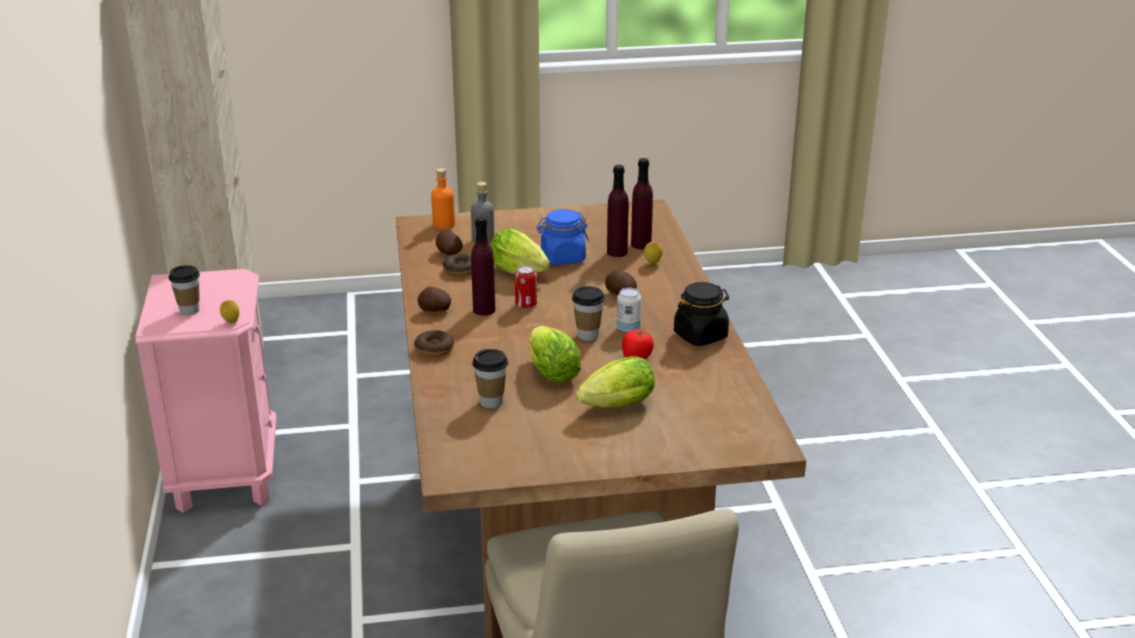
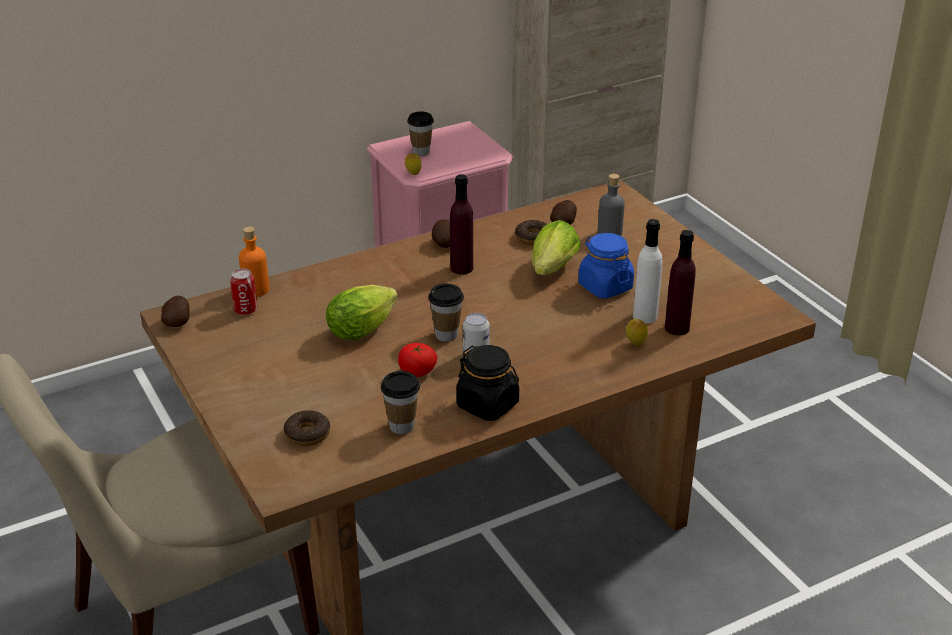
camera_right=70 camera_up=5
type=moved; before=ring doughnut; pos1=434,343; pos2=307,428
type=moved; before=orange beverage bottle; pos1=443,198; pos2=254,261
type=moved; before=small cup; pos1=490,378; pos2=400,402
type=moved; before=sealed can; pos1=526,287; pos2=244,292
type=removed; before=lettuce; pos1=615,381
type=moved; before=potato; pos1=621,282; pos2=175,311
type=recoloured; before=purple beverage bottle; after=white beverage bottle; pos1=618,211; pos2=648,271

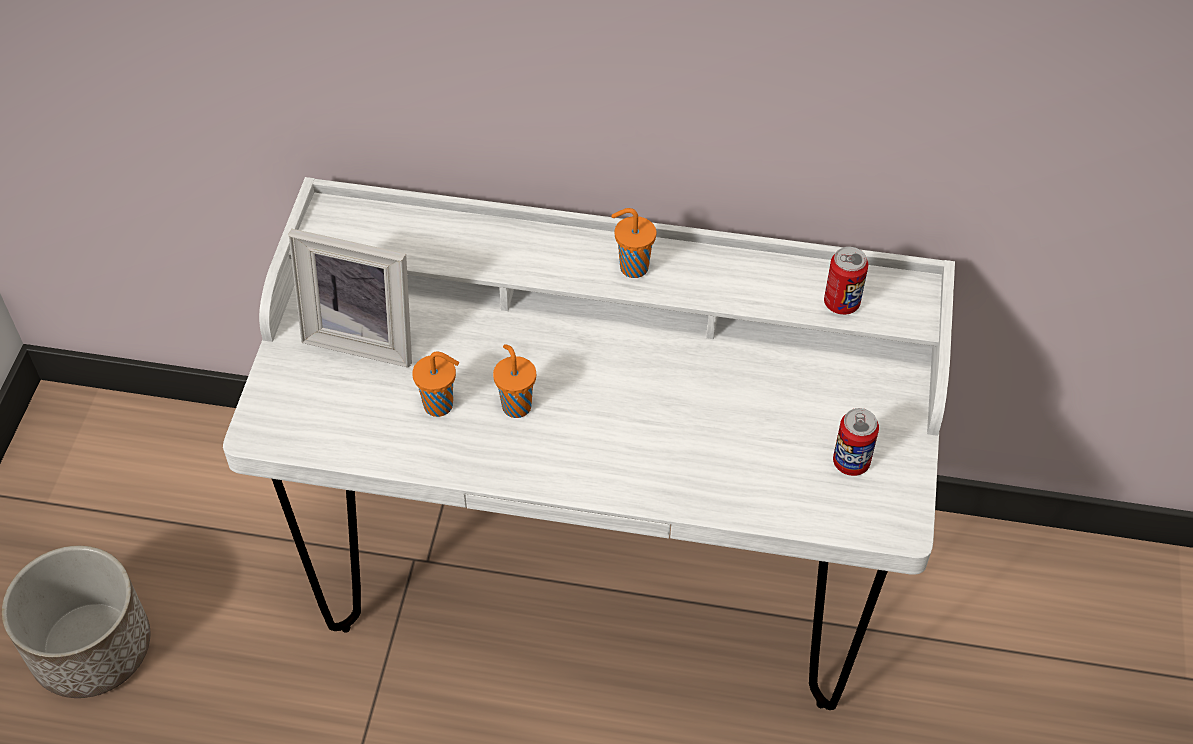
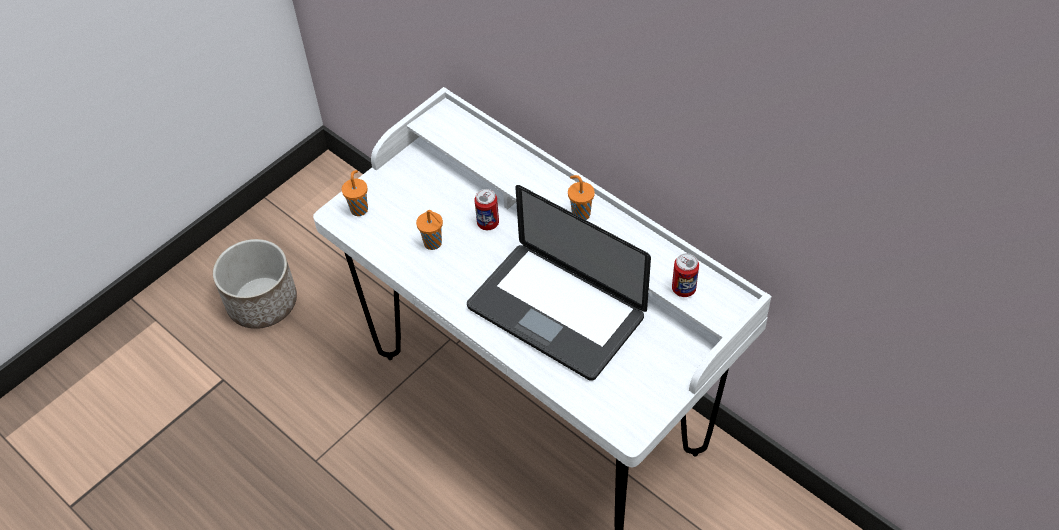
camera_right=35 camera_up=0
type=removed; before=picture frame; pos1=350,298
type=moved; before=orange small cup; pos1=514,381; pos2=355,193
type=moved; before=sealed can; pos1=856,442; pos2=486,209
type=added; after=laptop; pos2=559,283

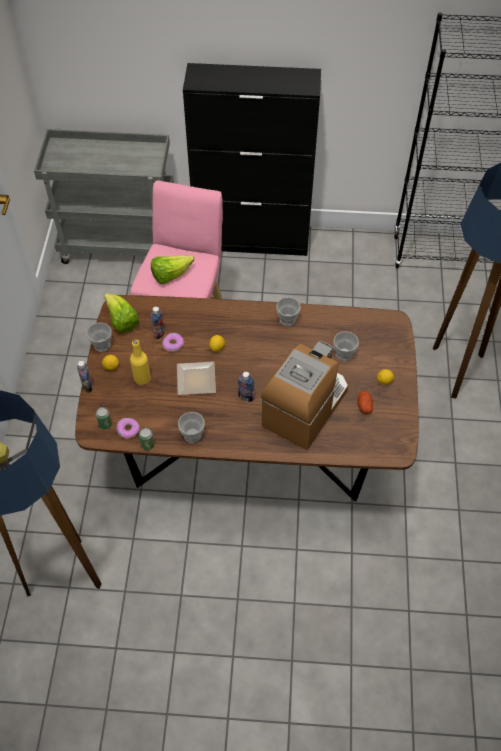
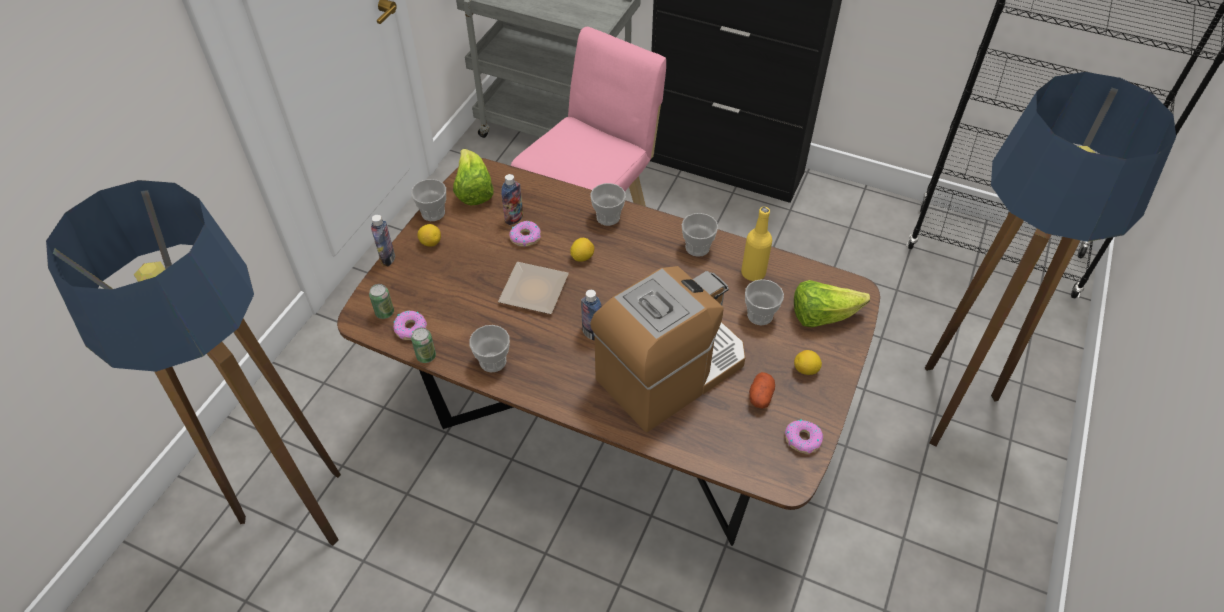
camera_right=20 camera_up=-5
type=moved; before=yellow-coloured beverage bottle; pos1=140,362; pos2=756,244
type=moved; before=lettuce; pos1=172,270; pos2=832,303
type=added; after=small cup; pos2=608,204
type=added; after=ring doughnut; pos2=804,436

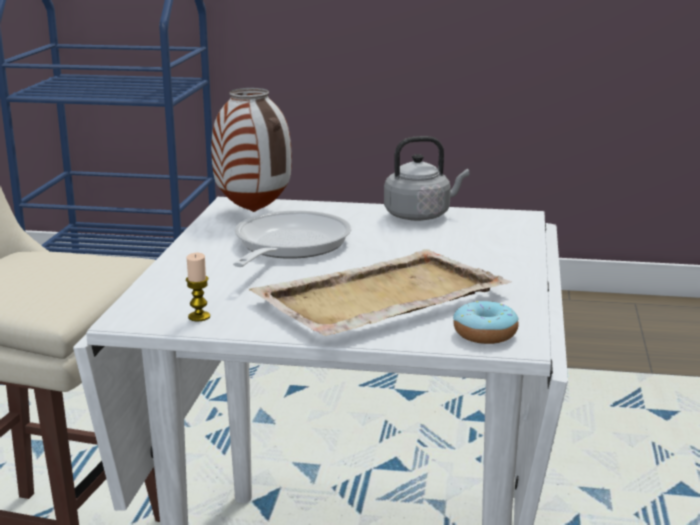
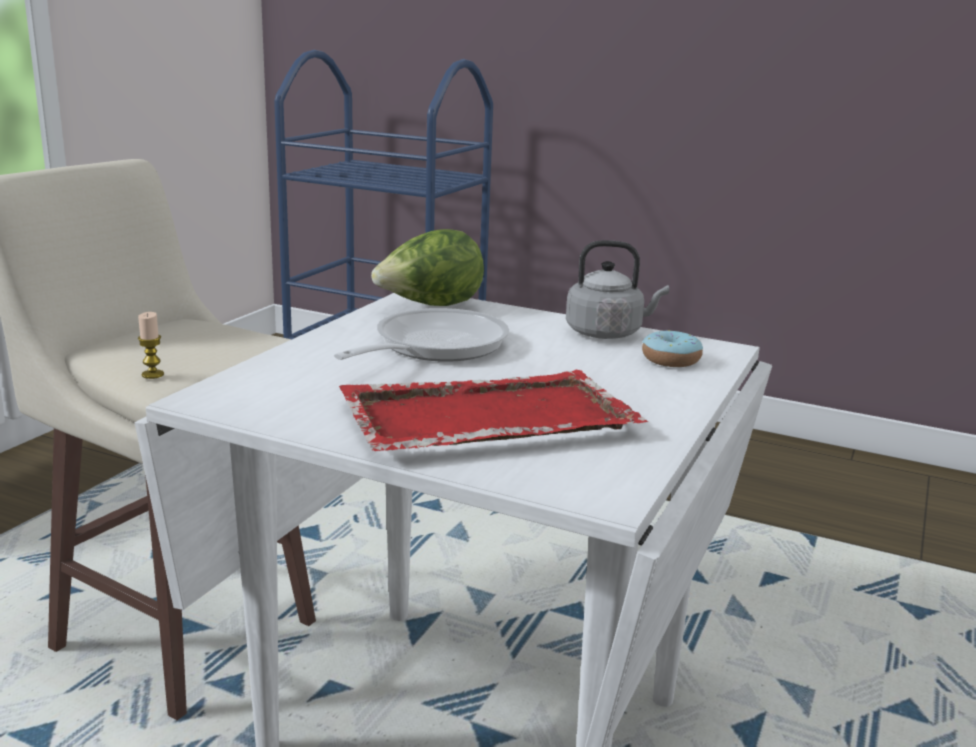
camera_right=15 camera_up=0
type=moved; before=wax candle; pos1=198,287; pos2=151,345
type=replaced; before=vase; after=lettuce; pos1=251,150; pos2=427,267
type=recoloured; before=beige tray; after=reddish tray; pos1=380,292; pos2=493,410
type=moved; before=ring doughnut; pos1=485,322; pos2=672,348

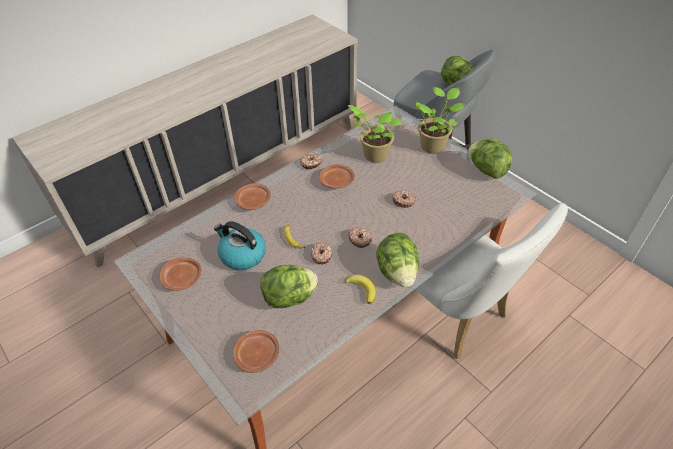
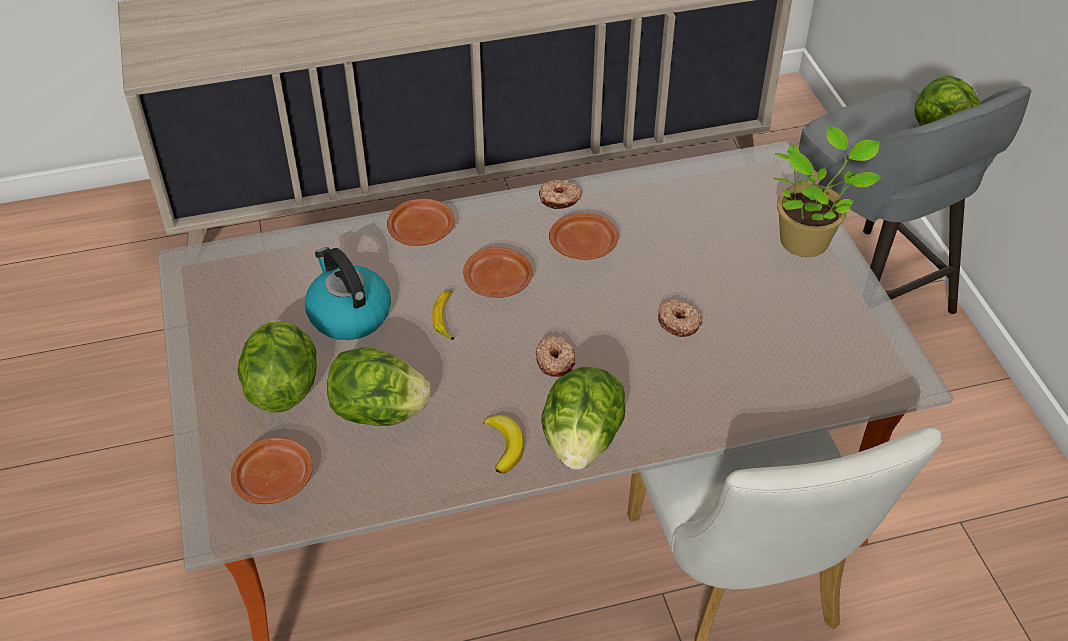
camera_right=25 camera_up=0
type=moved; before=brown dinner plate; pos1=180,274; pos2=498,272
type=removed; before=ring doughnut; pos1=321,253
type=removed; before=plant in a pot; pos1=374,134
type=moved; before=lettuce; pos1=490,158; pos2=277,366

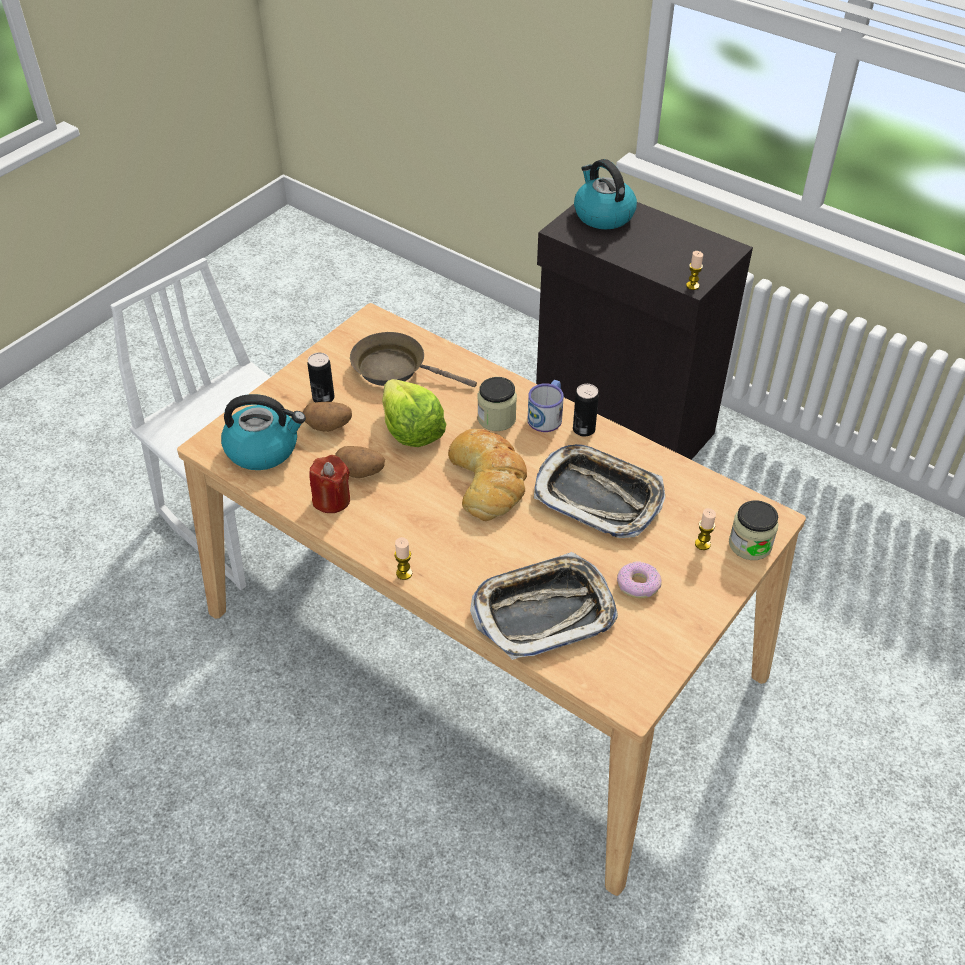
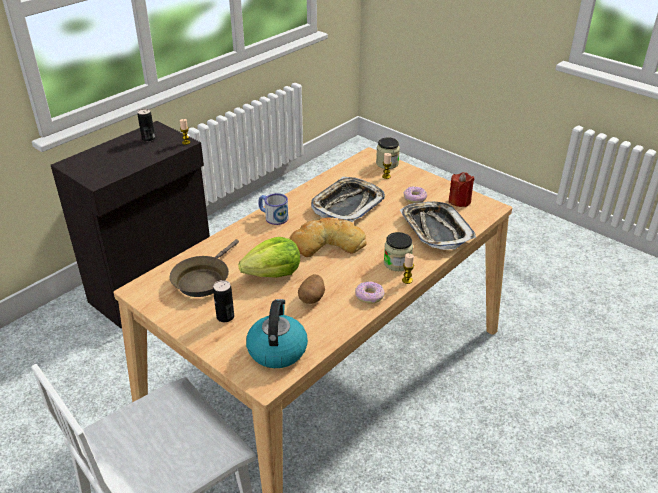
camera_right=-85 camera_up=-10
type=removed; before=potato; pos1=327,417
type=moved; before=reddish wax candle; pos1=329,484; pos2=462,189
type=moved; before=storage jar; pos1=497,404; pos2=398,251
type=moved; before=sealed can; pos1=586,410; pos2=146,125
type=removed; before=tea kettle; pos1=605,194
type=added; after=ring doughnut; pos2=369,292

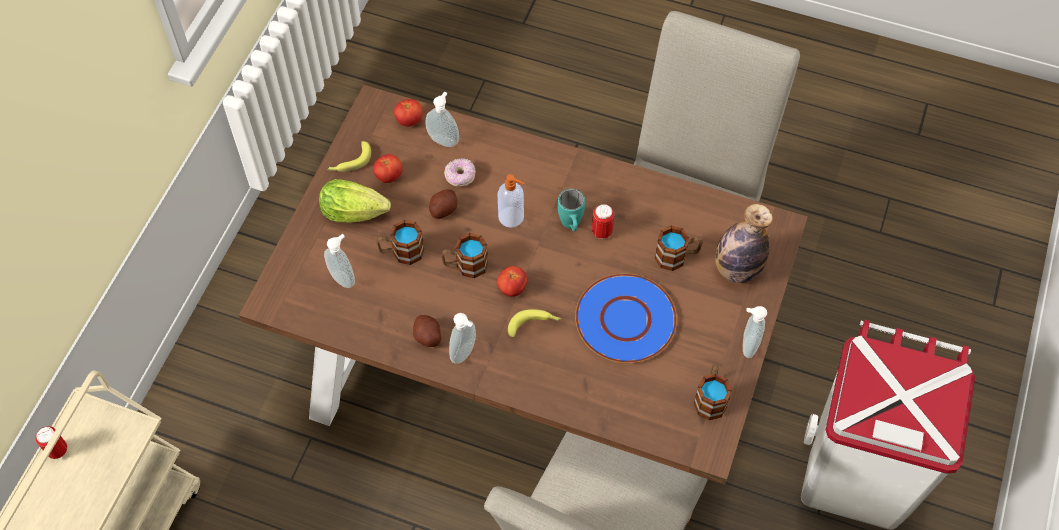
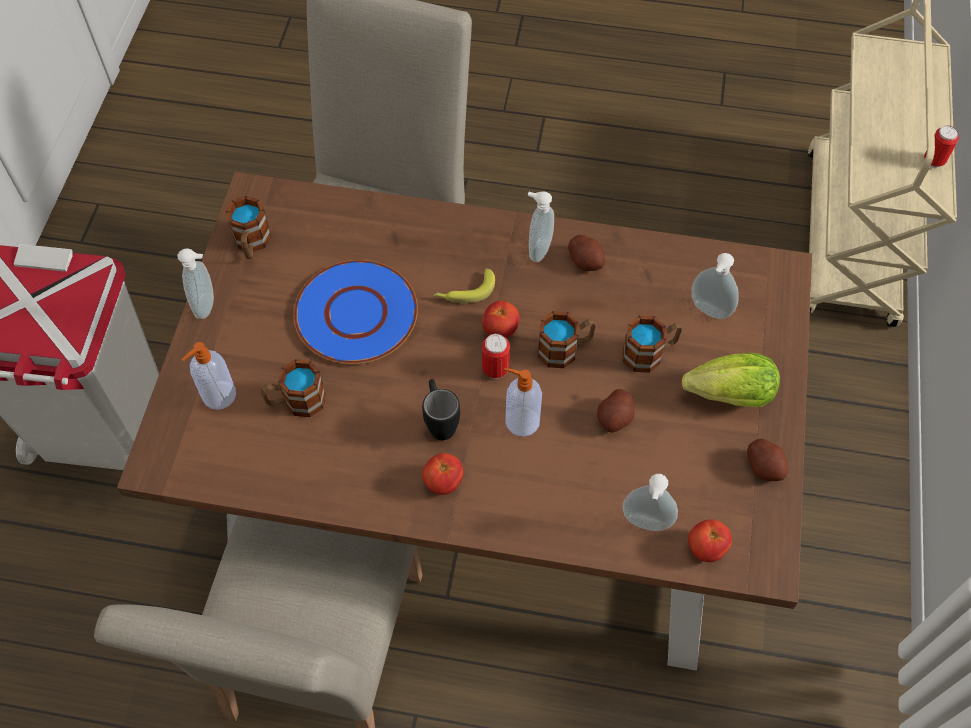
camera_right=170 camera_up=0
type=replaced; before=banana fruit; after=potato; pos1=349,156; pos2=767,460
type=moved; before=whole tomato; pos1=388,168; pos2=443,474
type=removed; before=ring doughnut; pos1=460,172
type=recoloured; before=blue-green coffee mug; after=black coffee mug; pos1=571,210; pos2=441,409
type=moved; before=sealed can; pos1=603,221; pos2=496,356
type=replaced; before=beverage bottle; after=soap bottle; pos1=744,243; pos2=208,376

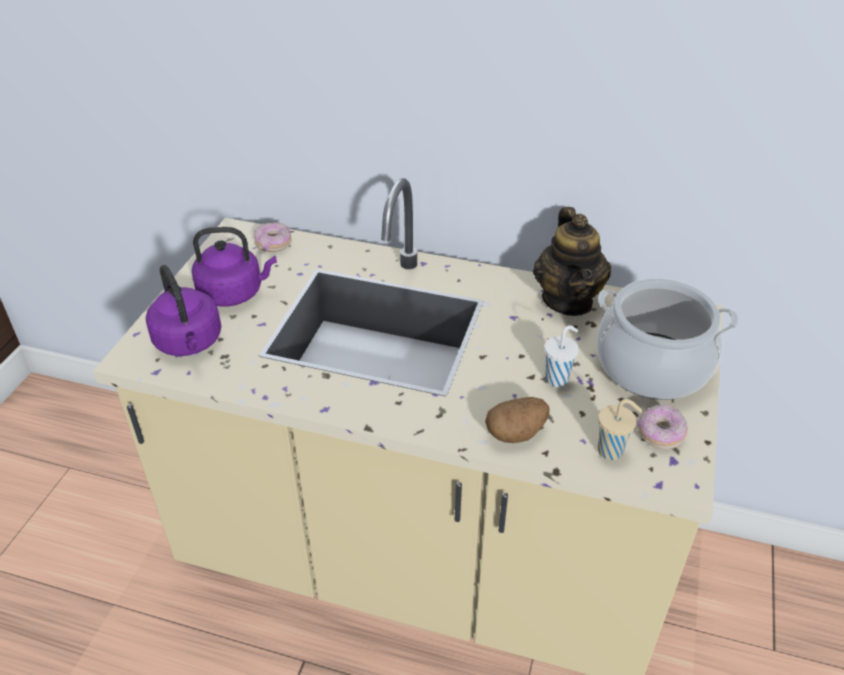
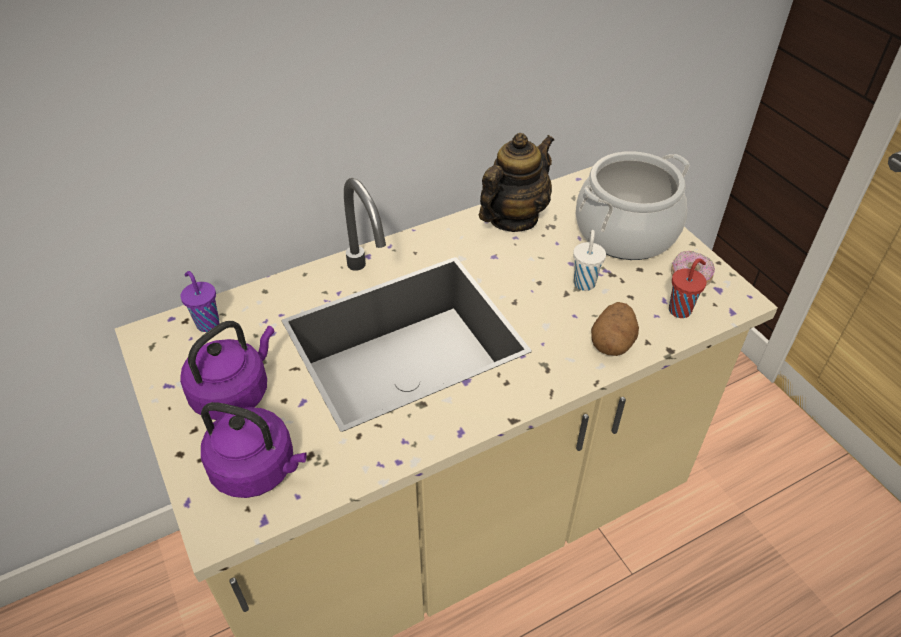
camera_right=-45 camera_up=5
type=replaced; before=ring doughnut; after=purple small cup; pos1=273,237; pos2=200,301
type=turned; before=teapot; pos1=572,261; pos2=516,182; turn=-90
type=recoloured; before=beige small cup; after=reddish small cup; pos1=620,429; pos2=688,288

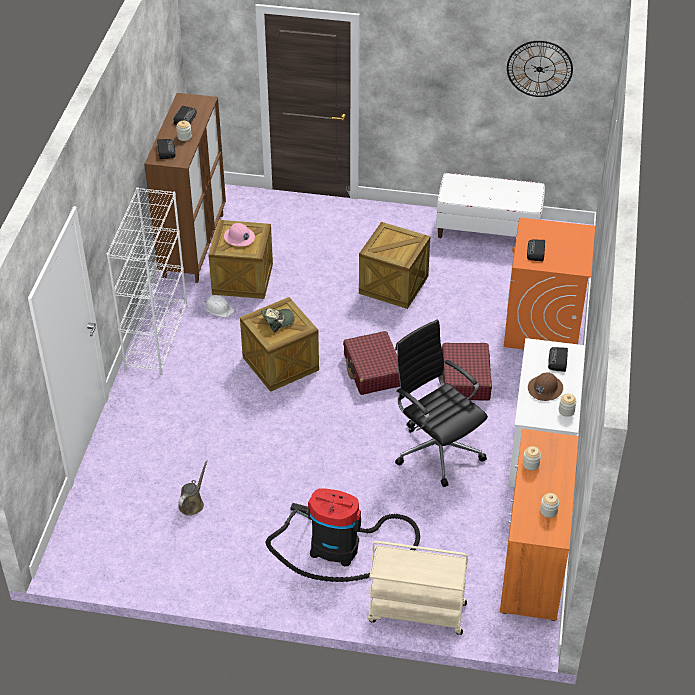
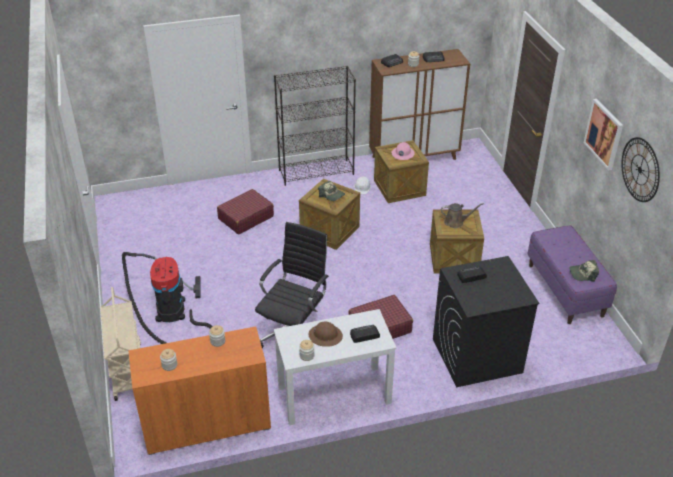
camera_right=65 camera_up=-5
type=recoloured; before=white bookcase; after=black bookcase; pos1=147,281; pos2=315,126
type=moved; before=brown watering pot; pos1=193,487; pos2=462,215
type=moved; before=reddish suitcase; pos1=371,363; pos2=245,211
type=recoloured; before=white bench; after=purple bench; pos1=490,205; pos2=572,274
type=recoloured; before=orange laundry machine; after=black laundry machine; pos1=549,283; pos2=486,321
type=added; after=peaked cap; pos2=584,271
type=added; after=wall art; pos2=603,134

